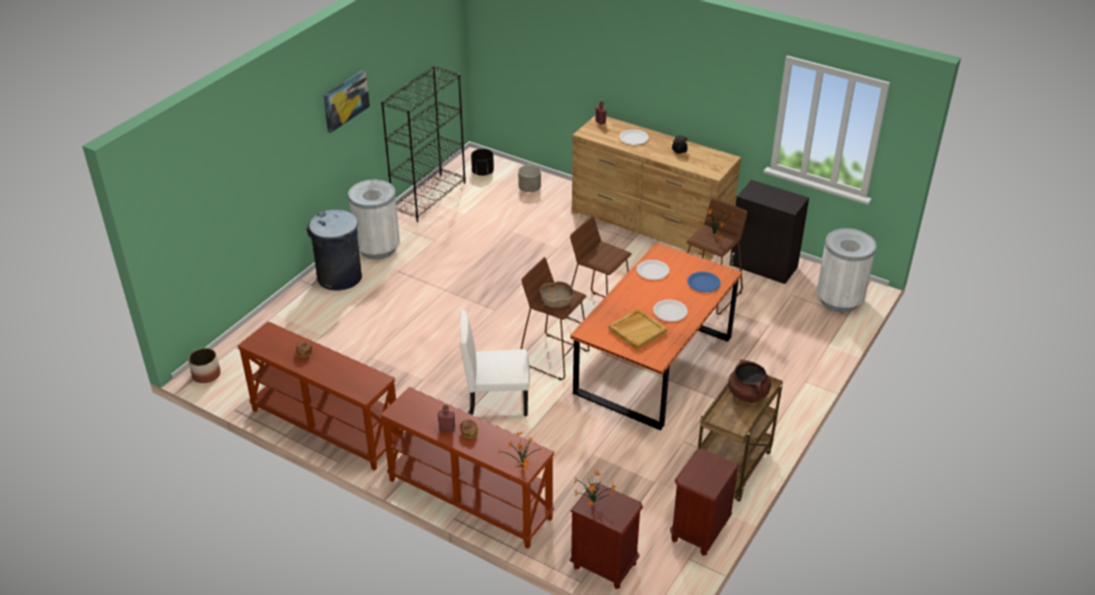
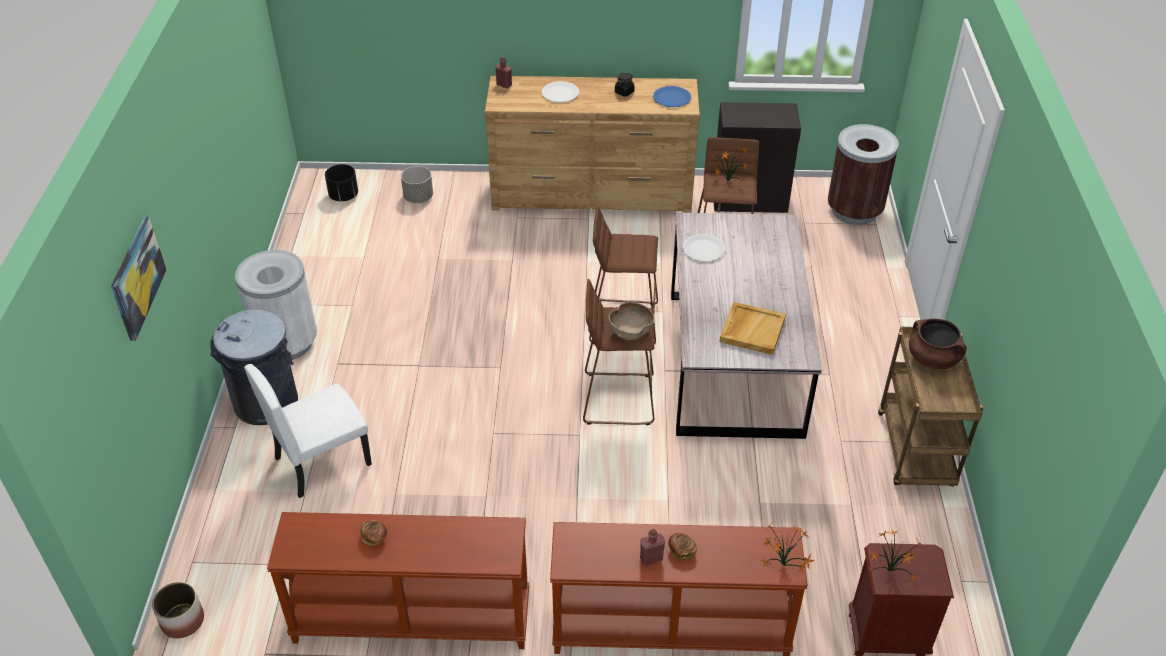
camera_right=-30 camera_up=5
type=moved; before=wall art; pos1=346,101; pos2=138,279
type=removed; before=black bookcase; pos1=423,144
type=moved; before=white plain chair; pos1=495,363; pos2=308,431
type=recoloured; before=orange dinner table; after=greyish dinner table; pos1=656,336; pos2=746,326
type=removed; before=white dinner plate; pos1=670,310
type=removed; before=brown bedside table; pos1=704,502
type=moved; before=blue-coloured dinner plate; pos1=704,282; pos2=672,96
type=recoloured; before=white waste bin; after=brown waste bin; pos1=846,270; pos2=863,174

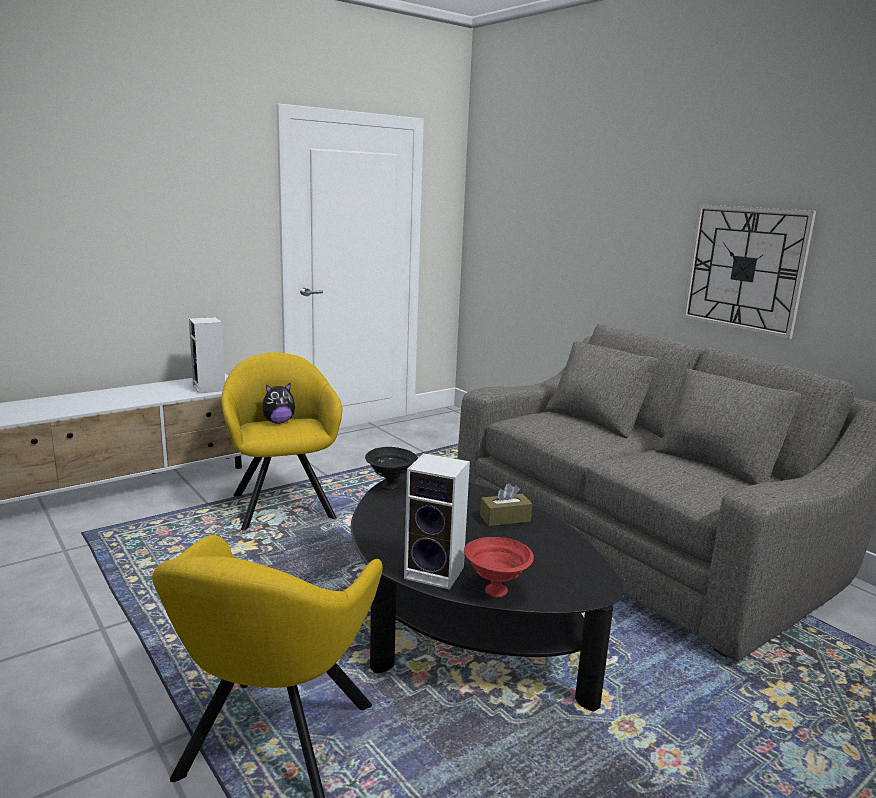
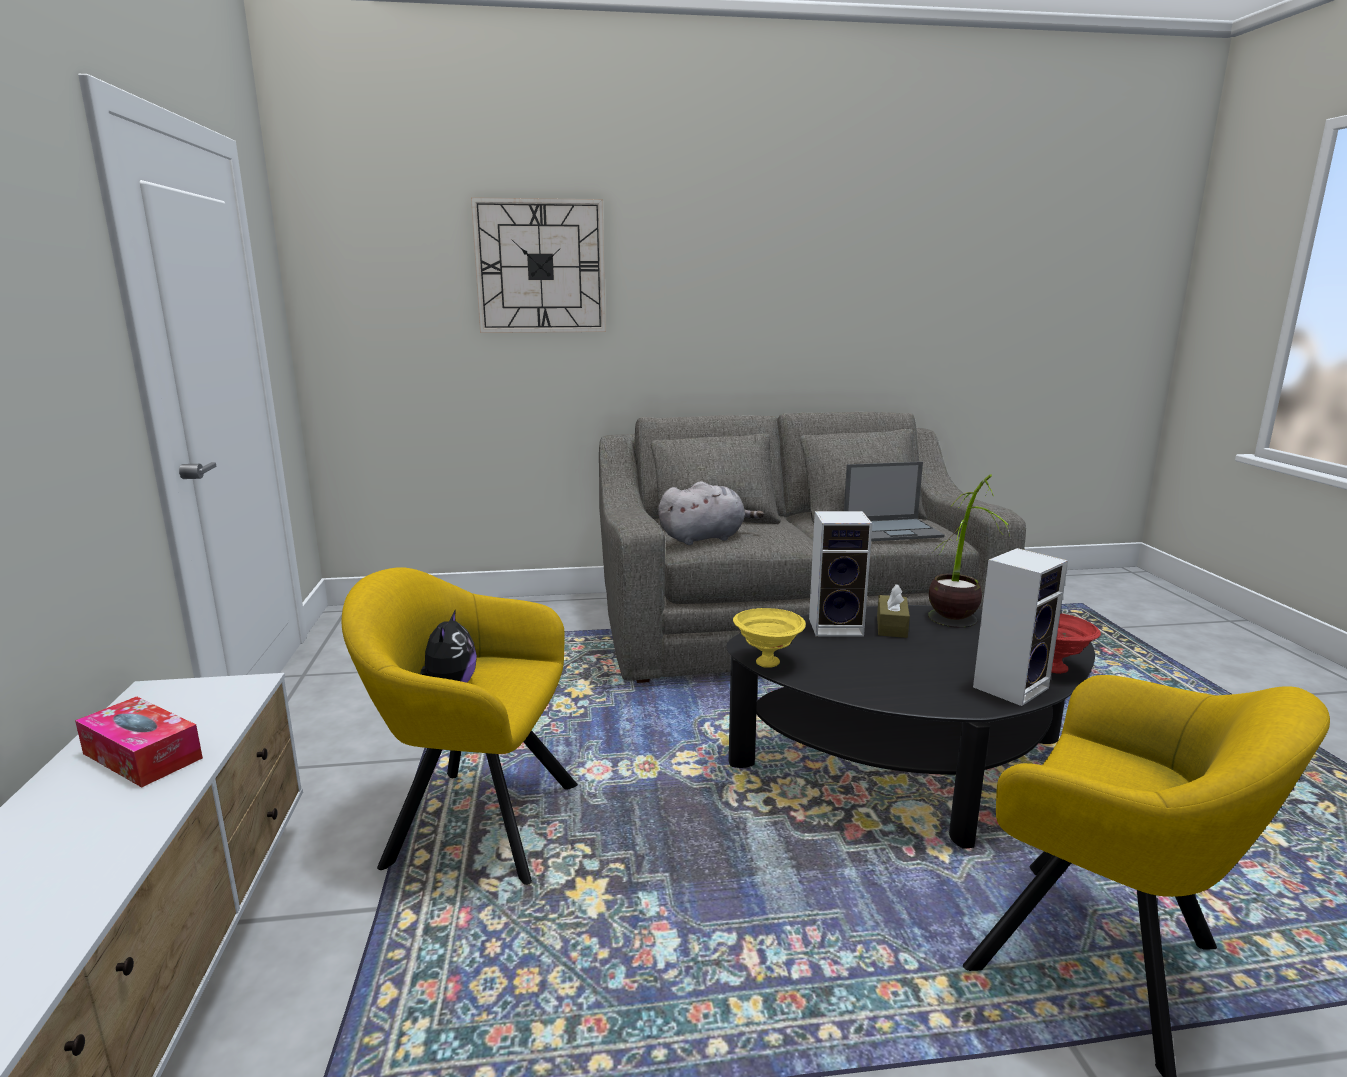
camera_right=-60 camera_up=0
type=moved; before=loudspeaker; pos1=207,355; pos2=841,573
type=recoloured; before=black deep dish; after=yellow-coloured deep dish; pos1=391,468; pos2=769,638
type=moved; before=hanging clock; pos1=749,271; pos2=538,265
type=added; after=box of tissues; pos2=139,741
type=added; after=greyish cuddly toy; pos2=711,513
type=added; after=laptop; pos2=894,501
type=added; after=plant in a pot; pos2=969,551

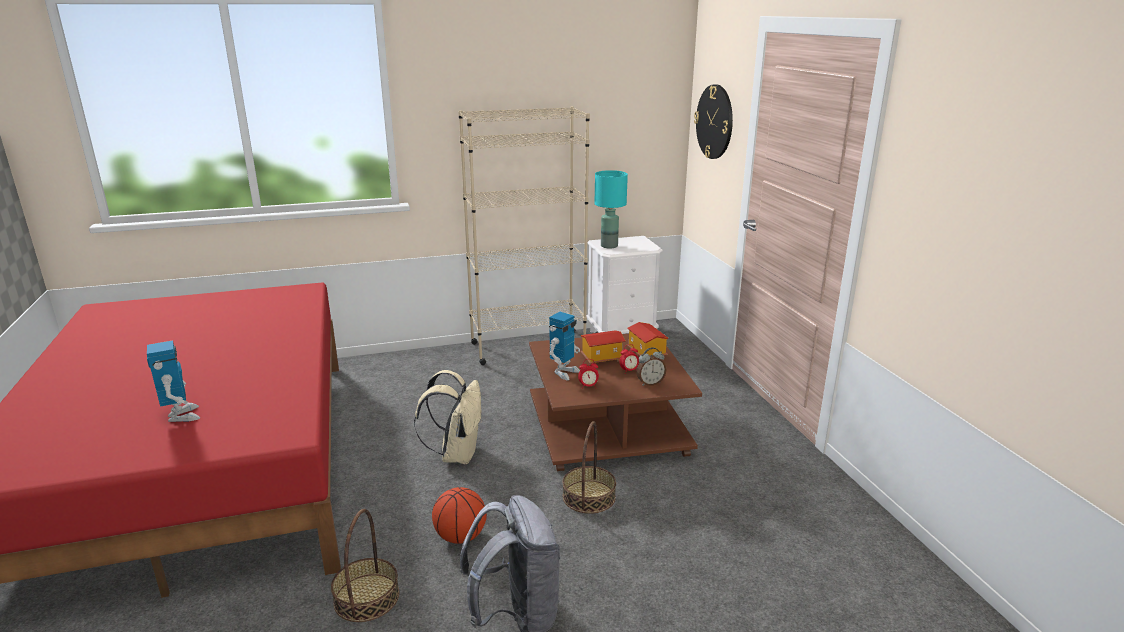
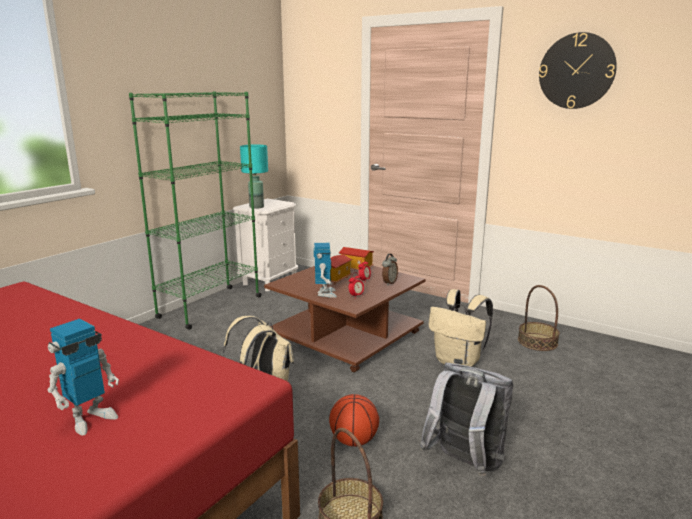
camera_right=-40 camera_up=-5
type=turned; before=robot figure; pos1=173,381; pos2=83,377; turn=105
type=recoloured; before=beige bookcase; after=greenish bookcase; pos1=524,235; pos2=195,210
type=moved; before=storage basket; pos1=589,467; pos2=539,318
type=moved; before=hanging clock; pos1=713,121; pos2=578,70
type=added; after=beige knapsack; pos2=460,328

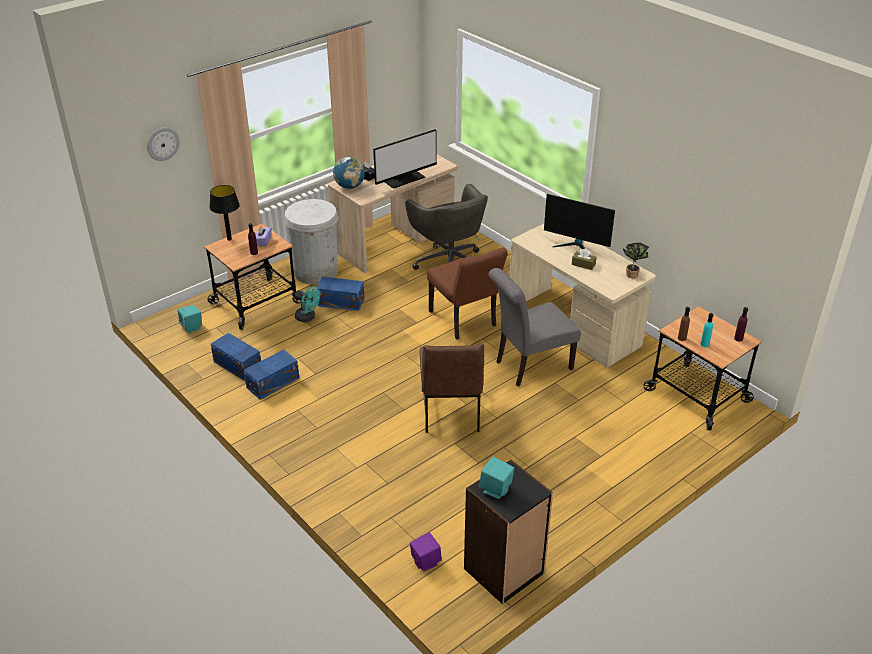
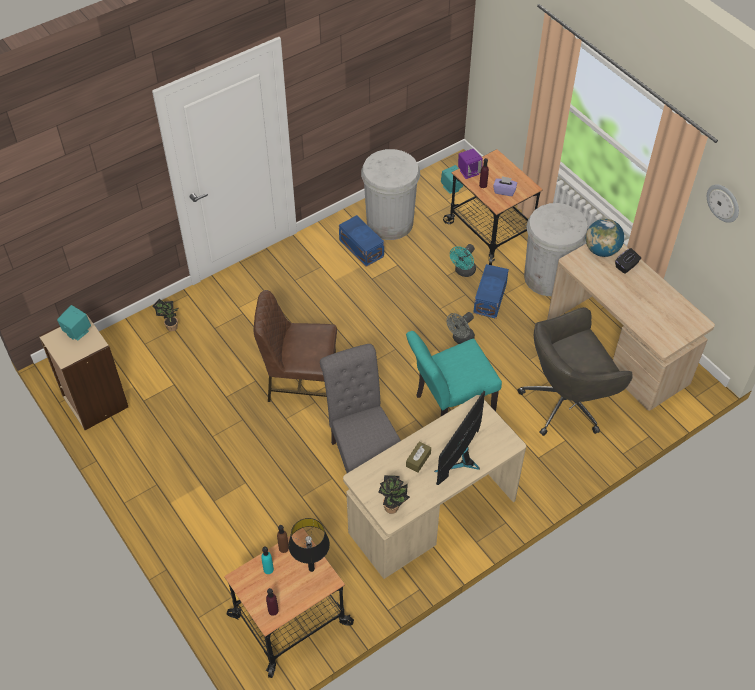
camera_right=95 camera_up=15
type=moved; before=hanging clock; pos1=163,144; pos2=723,203
type=moved; before=black tabletop lamp; pos1=225,212; pos2=309,545
type=replaced; before=blue-coloured storage container; after=white waste bin; pos1=236,357; pos2=390,194
type=removed; before=monitor; pos1=405,159
type=moved; before=purple loudspeaker; pos1=426,551; pos2=470,164
type=recoloured; before=brown plain chair; after=blue-green plain chair; pos1=467,293; pos2=454,373
type=recoloured; before=black bookcase; after=beige bookcase; pos1=508,532; pos2=83,371
type=added; after=plant in a pot; pos2=165,314
type=added; after=greyish fan; pos2=460,328

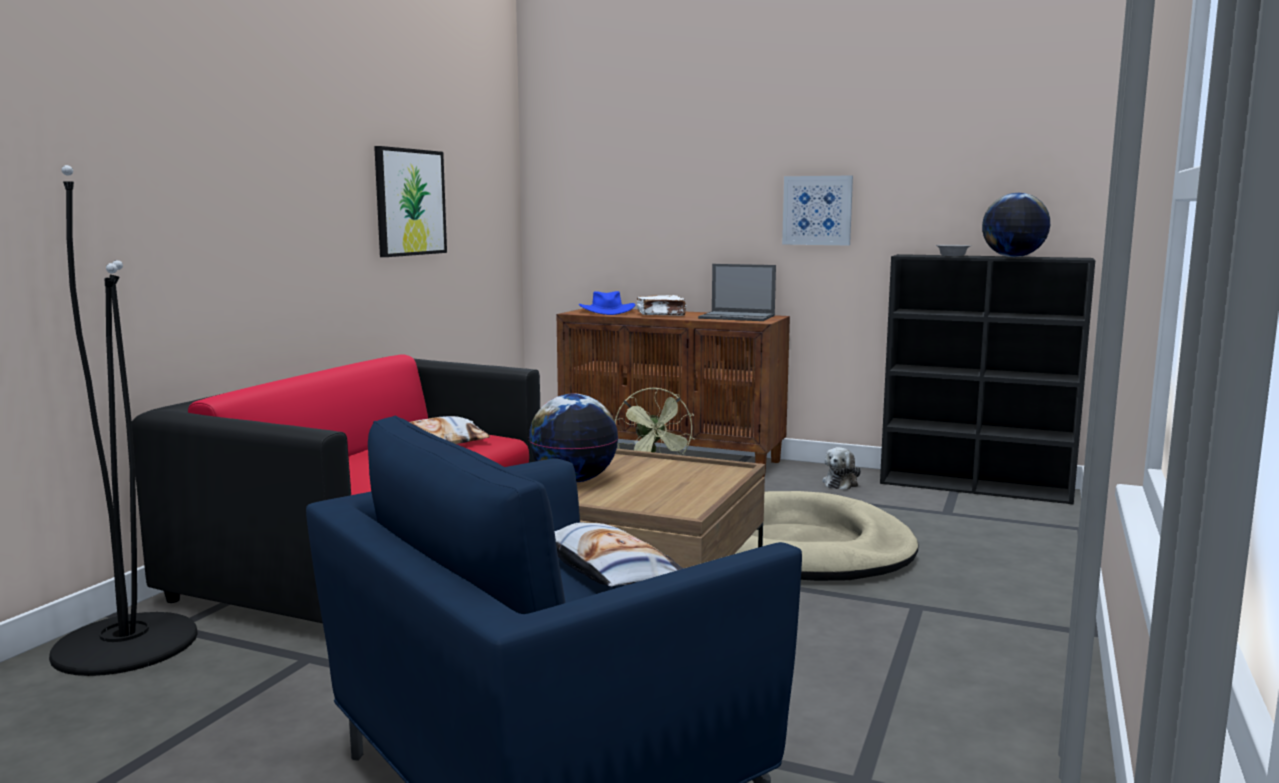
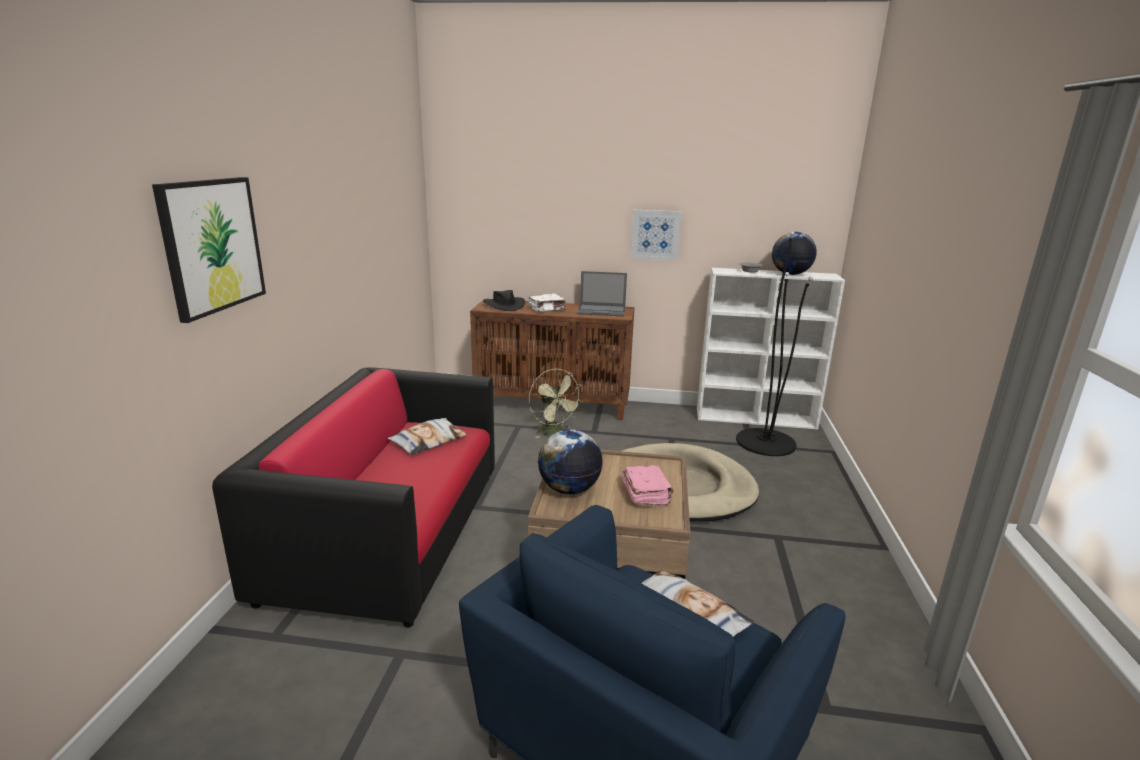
camera_right=-15 camera_up=10
type=moved; before=black floor lamp; pos1=123,420; pos2=774,343
type=moved; before=wall art; pos1=410,201; pos2=209,250
type=recoloured; before=blue-coloured hat; after=black hat; pos1=607,303; pos2=504,300
type=removed; before=cuddly toy; pos1=841,468
type=recoloured; before=black bookcase; after=white bookcase; pos1=987,379; pos2=771,348
type=added; after=pinkish bound book; pos2=647,485

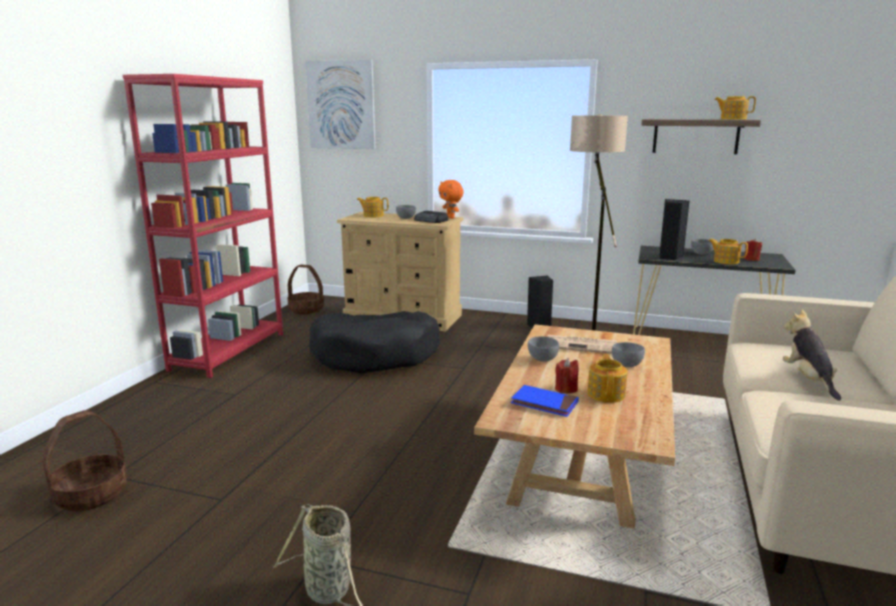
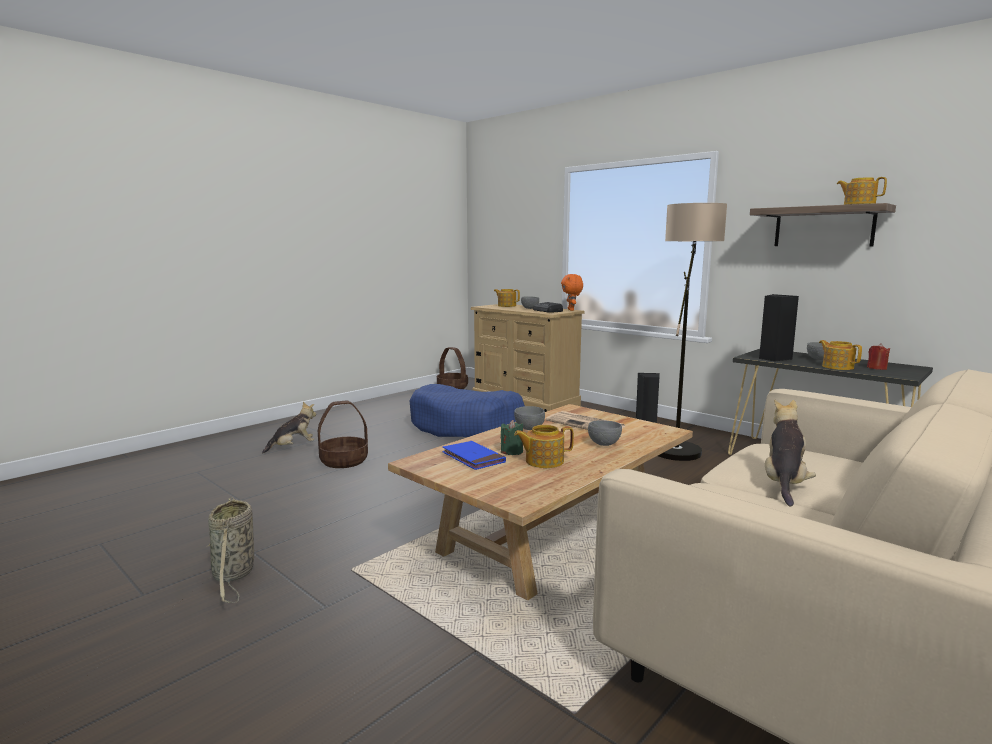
camera_right=25 camera_up=-5
type=moved; before=storage basket; pos1=85,460; pos2=343,434
type=removed; before=reddish bookcase; pos1=203,226
type=removed; before=wall art; pos1=340,104
type=recoloured; before=black dog bed; after=blue-coloured dog bed; pos1=374,342; pos2=467,410
type=recoloured; before=reddish wax candle; after=greenish wax candle; pos1=567,375; pos2=512,437
type=turned; before=teapot; pos1=607,378; pos2=544,446; turn=-135
type=added; after=cuddly toy; pos2=289,428

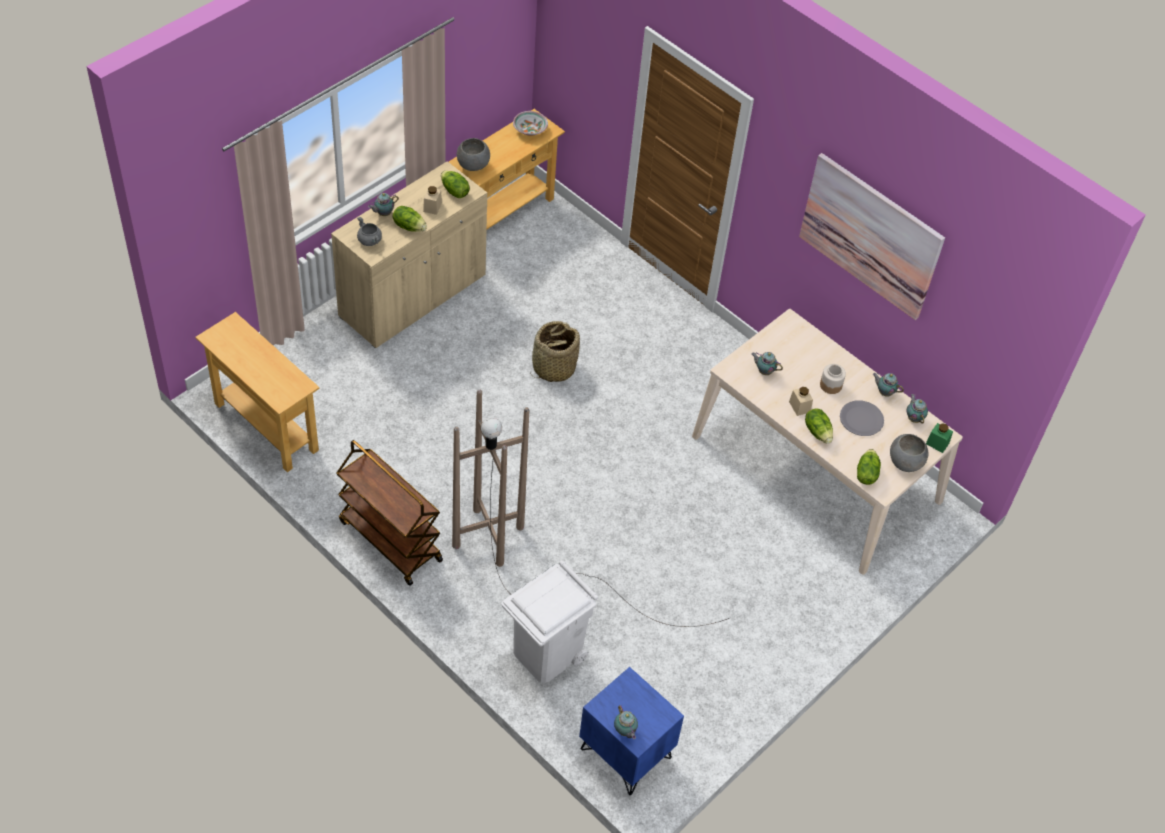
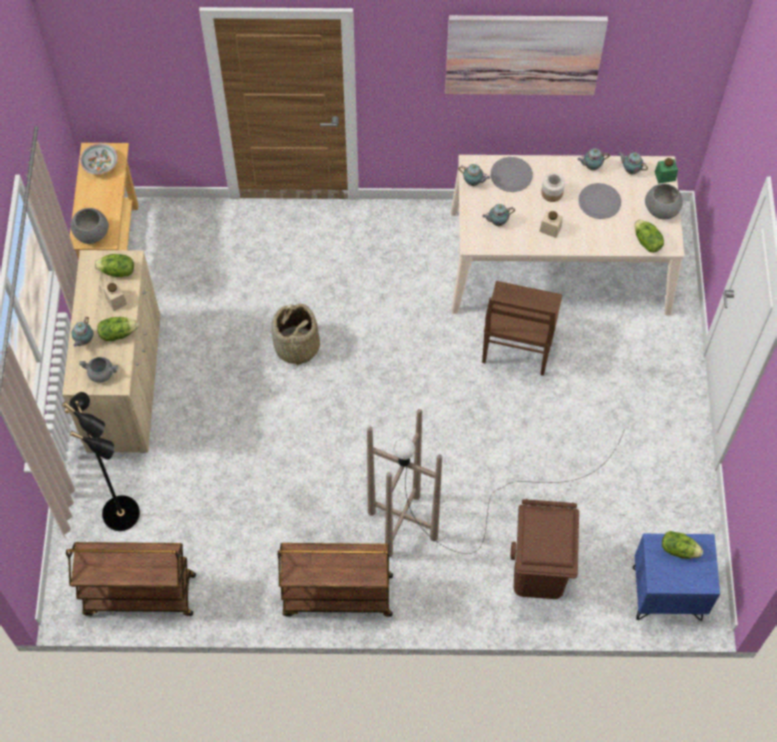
camera_right=-40 camera_up=10
type=replaced; before=beige console table; after=brown cart; pos1=258,392; pos2=131,579
type=recoloured; before=white waste bin; after=brown waste bin; pos1=549,621; pos2=545,549
type=moved; before=teapot; pos1=626,722; pos2=474,175
type=moved; before=lettuce; pos1=819,426; pos2=682,545
type=added; after=black floor lamp; pos2=101,461
type=added; after=brown plain chair; pos2=522,328
type=added; after=greyish dinner plate; pos2=511,174

